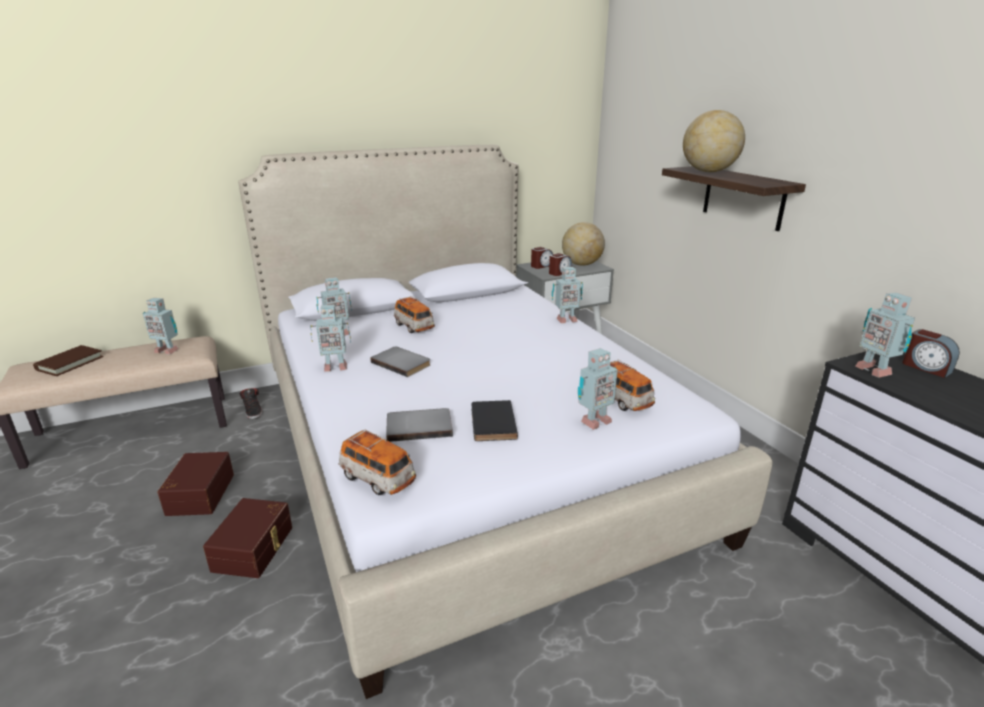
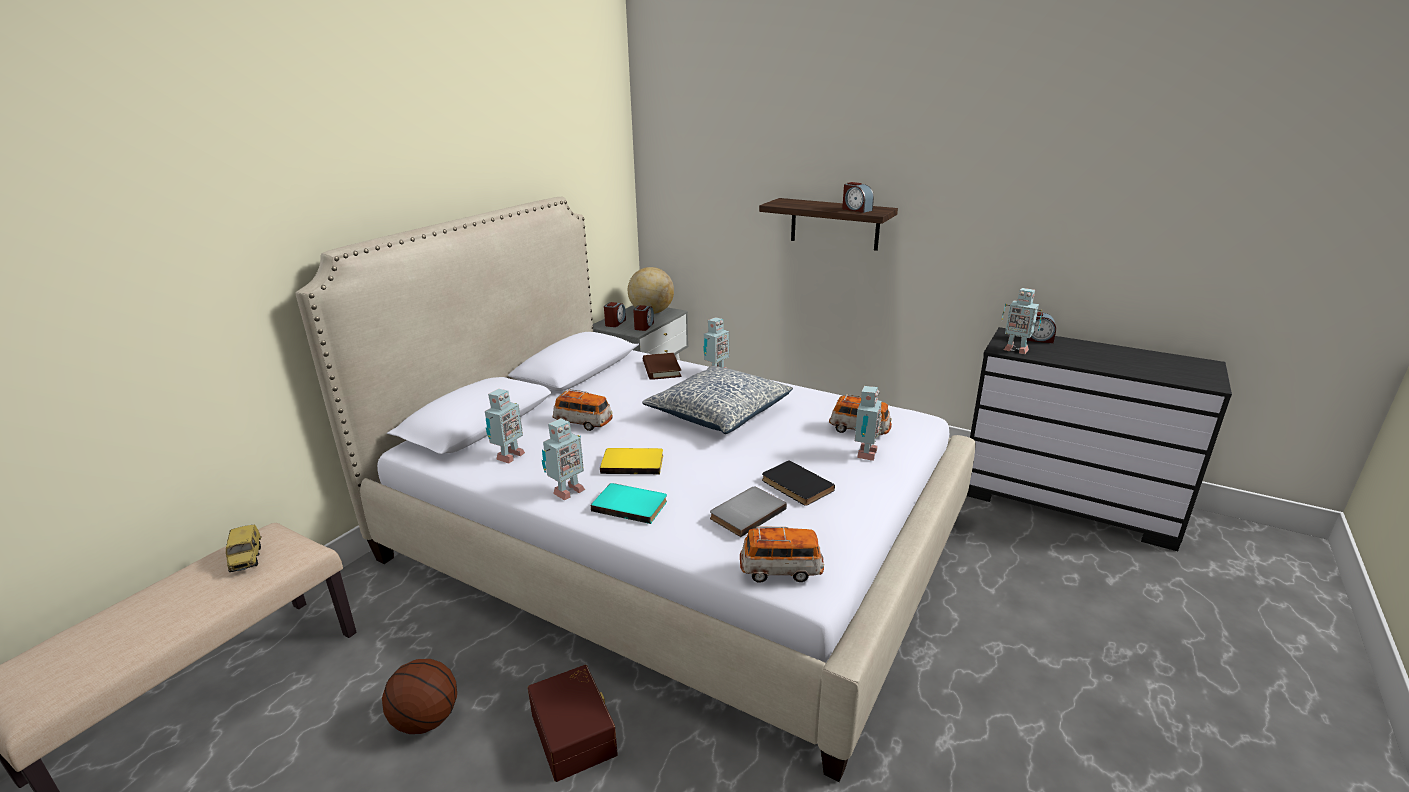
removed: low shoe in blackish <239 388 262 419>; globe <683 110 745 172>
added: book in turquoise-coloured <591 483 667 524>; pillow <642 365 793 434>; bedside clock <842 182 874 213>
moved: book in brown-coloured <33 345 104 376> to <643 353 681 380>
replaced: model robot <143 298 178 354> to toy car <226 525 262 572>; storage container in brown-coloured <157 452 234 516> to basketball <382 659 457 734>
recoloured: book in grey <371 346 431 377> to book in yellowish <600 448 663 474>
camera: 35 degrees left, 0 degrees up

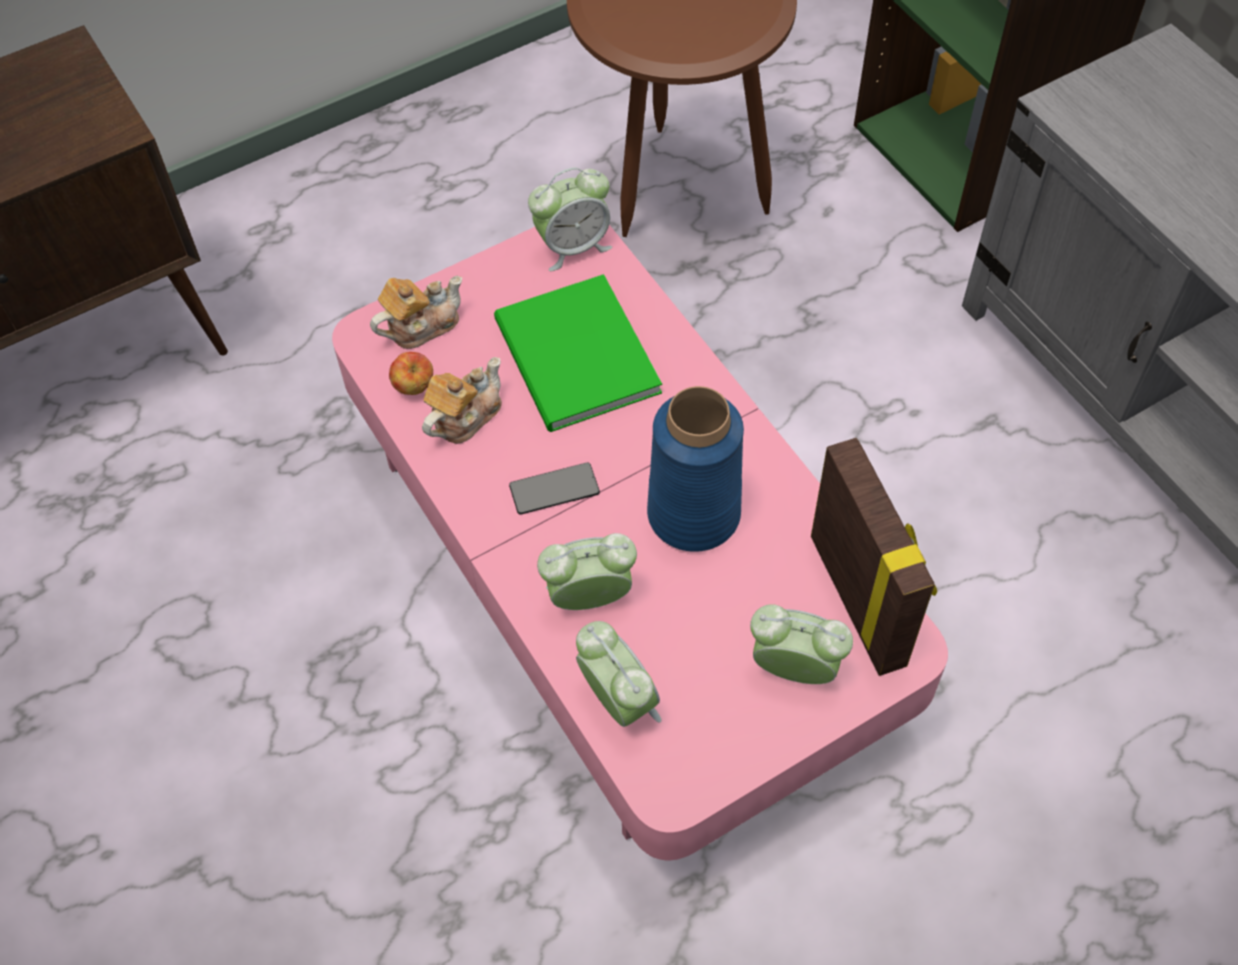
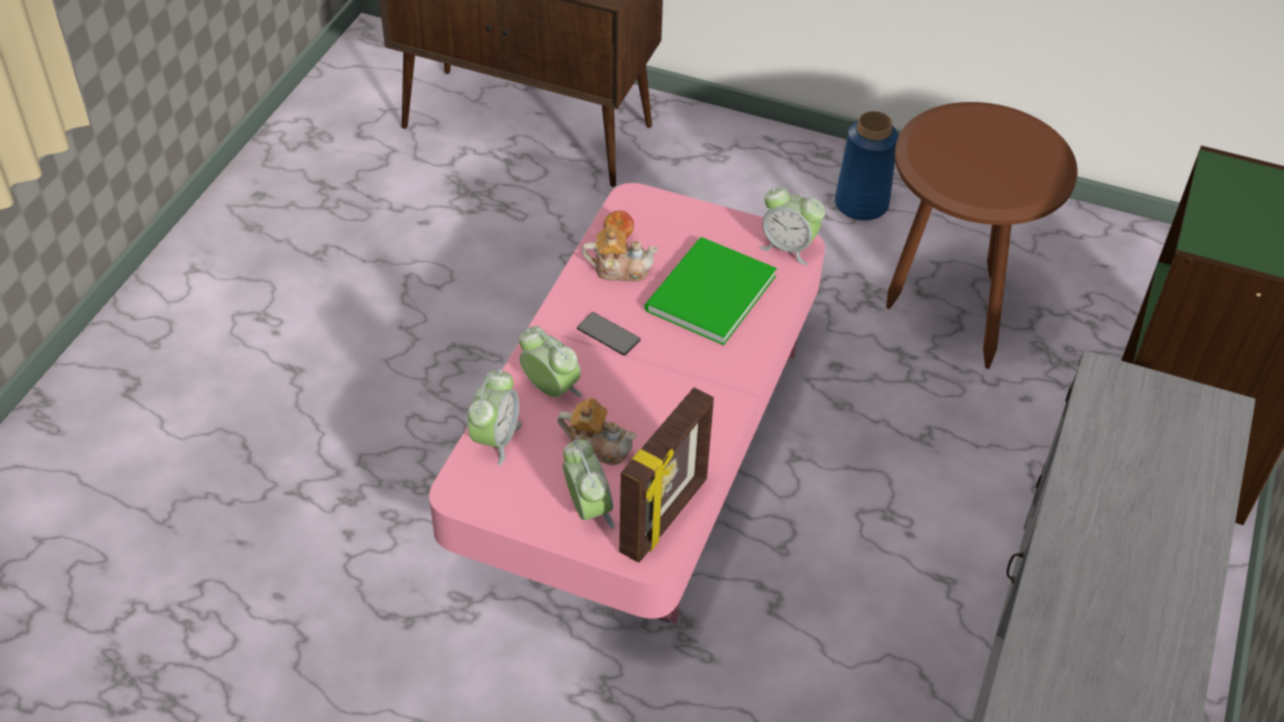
moved: teapot <370 276 462 349> to <557 398 637 465>; decorative vase in blue <647 386 744 552> to <835 111 899 221>
camera: 50 degrees right, 10 degrees down

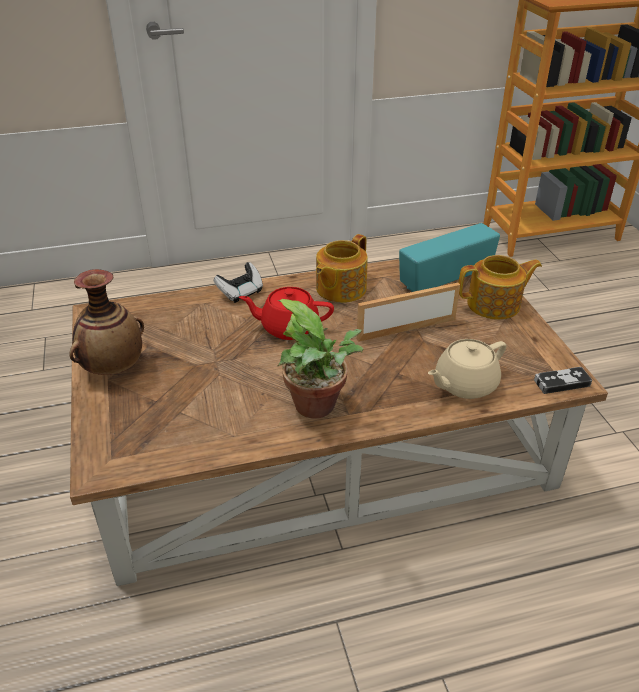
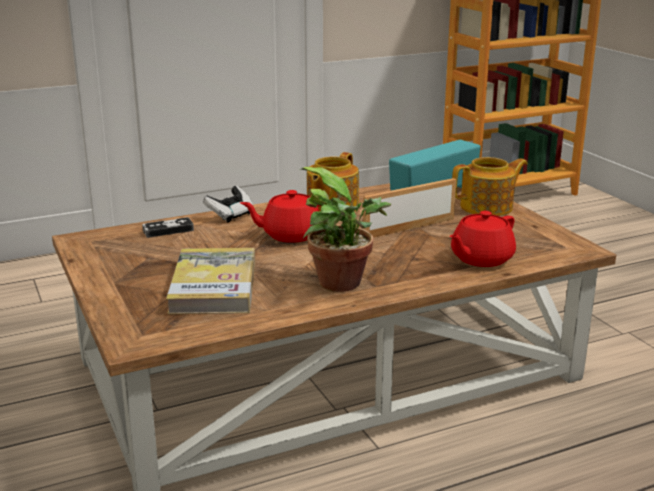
removed: decorative vase <69 269 144 375>
added: book <166 248 255 314>
moved: joypad <534 367 592 394> to <142 217 194 238>
recoloured: teapot in beige <428 339 506 399> to teapot in red-coloured <450 211 516 267>
camera: 10 degrees left, 15 degrees down

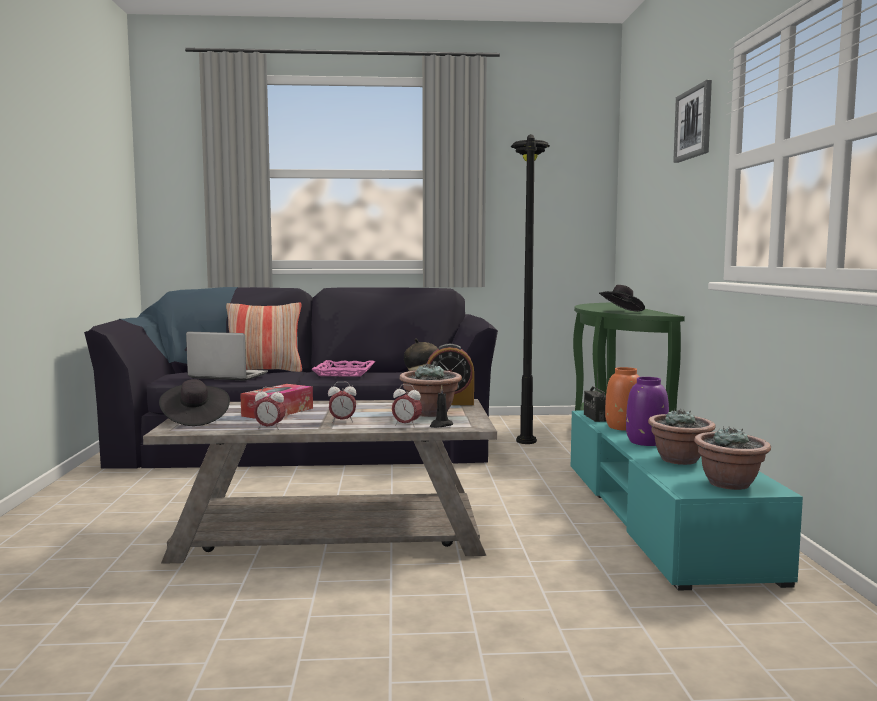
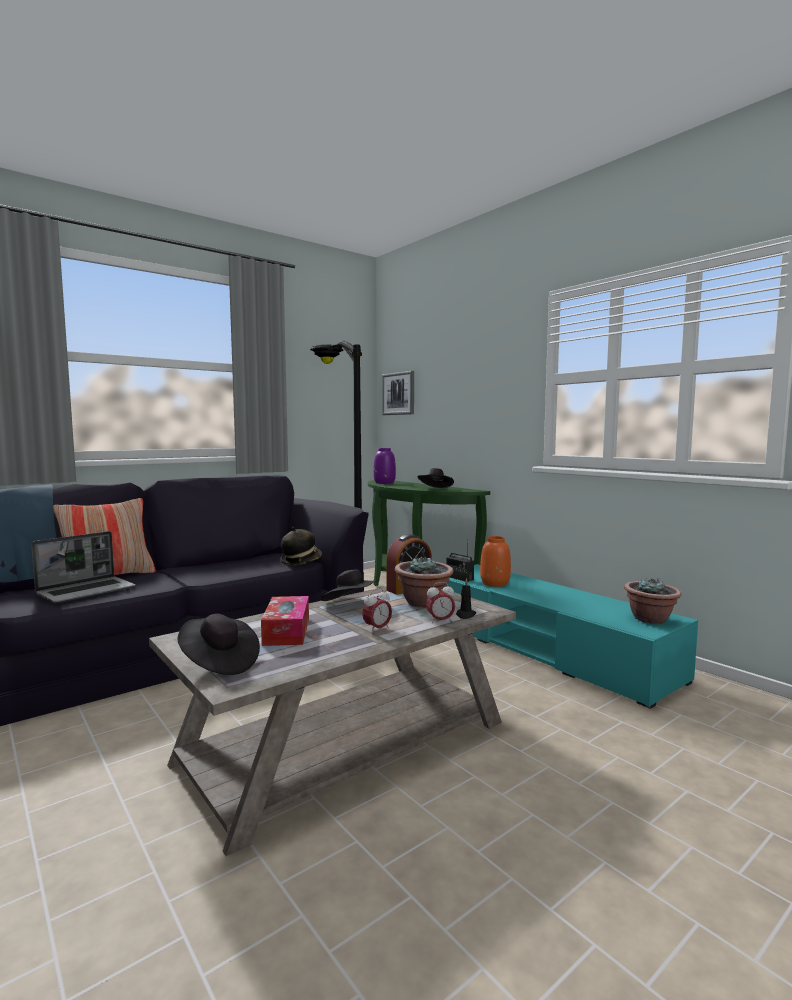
removed: bedside clock <254 387 286 430>; tray in pinkish <312 360 375 377>; potted plant <648 408 716 465>
added: wearable hat in blackish <321 570 378 601>
moved: decorative vase in purple <626 377 669 446> to <373 448 396 484>; picture <673 80 712 163> to <382 371 414 415>
turned: laptop <186 331 268 381> = <31 531 135 603> 150 degrees clockwise
camera: 35 degrees left, 0 degrees up

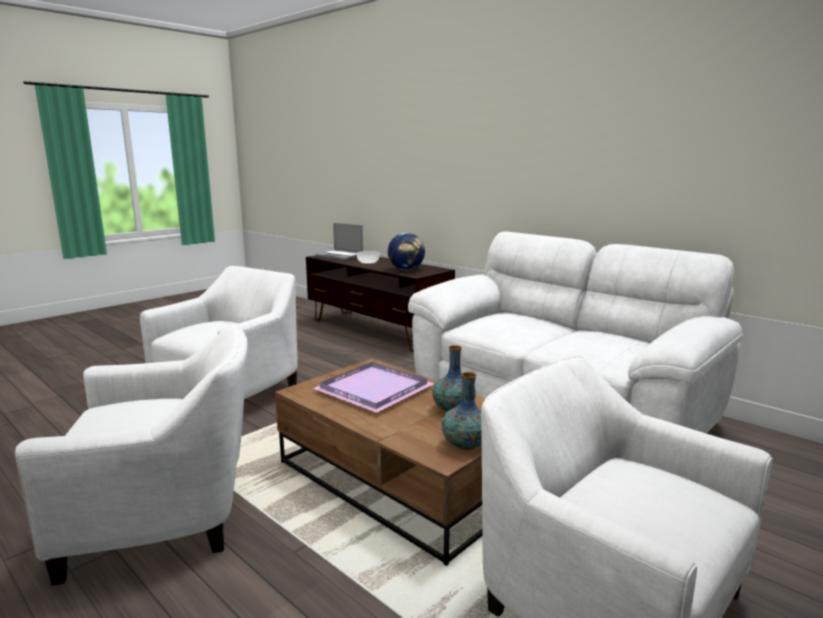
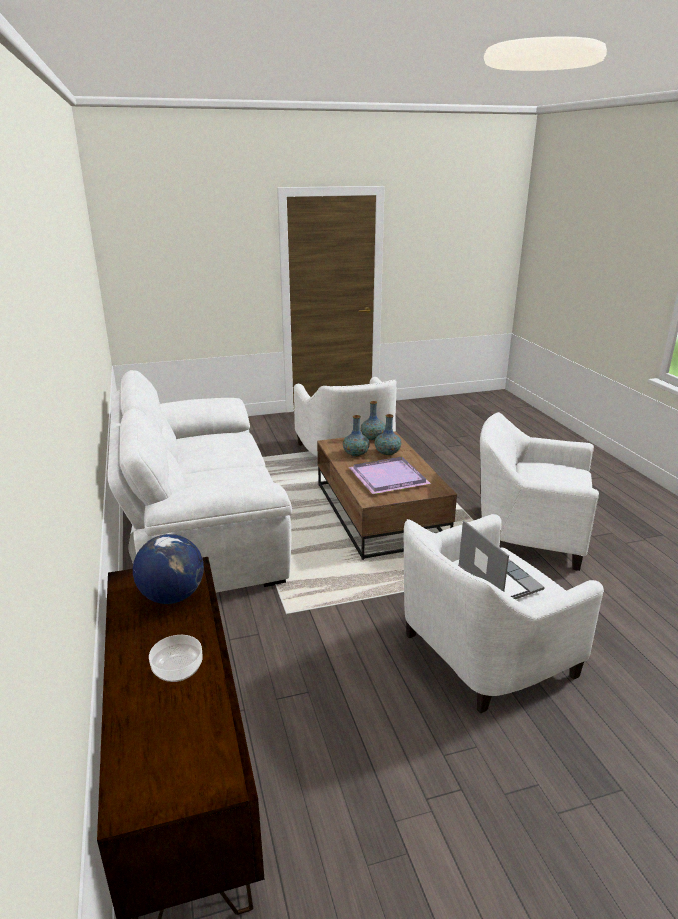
added: decorative vase <374 414 401 456>
moved: laptop <315 223 363 260> to <458 520 545 599>
camera: 150 degrees left, 10 degrees up

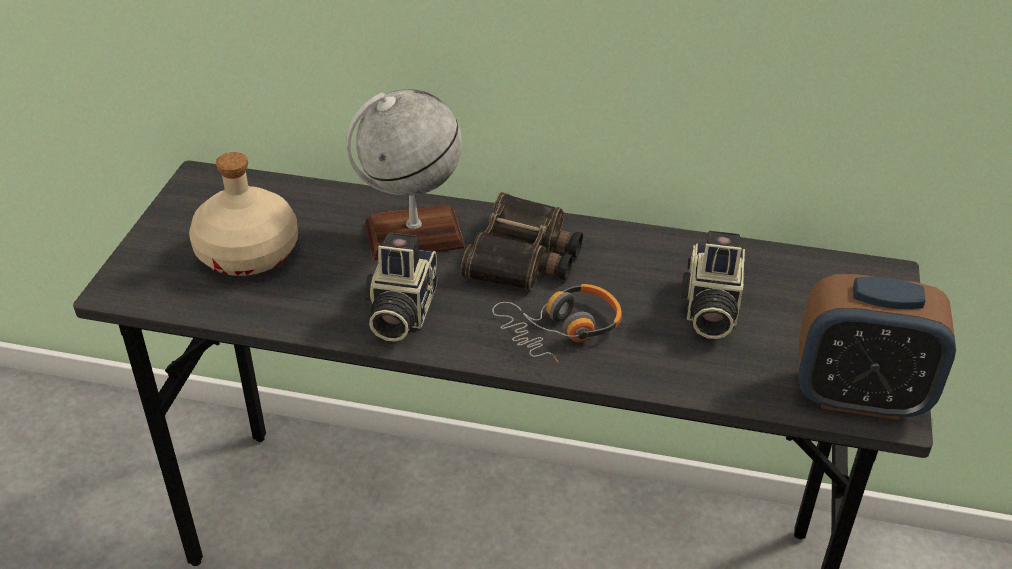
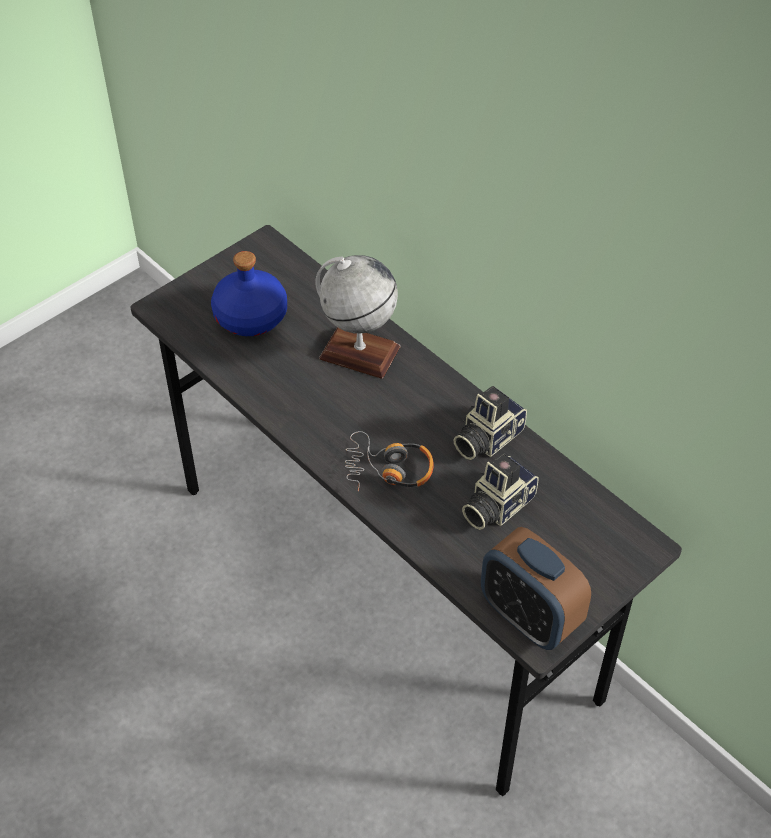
removed: field glasses <461 192 583 290>
moved: photo camera <364 232 437 342> to <454 386 527 460>
recoloured: bottle in beige <189 152 298 276> to bottle in blue <211 251 287 336>
camera: 35 degrees right, 10 degrees up

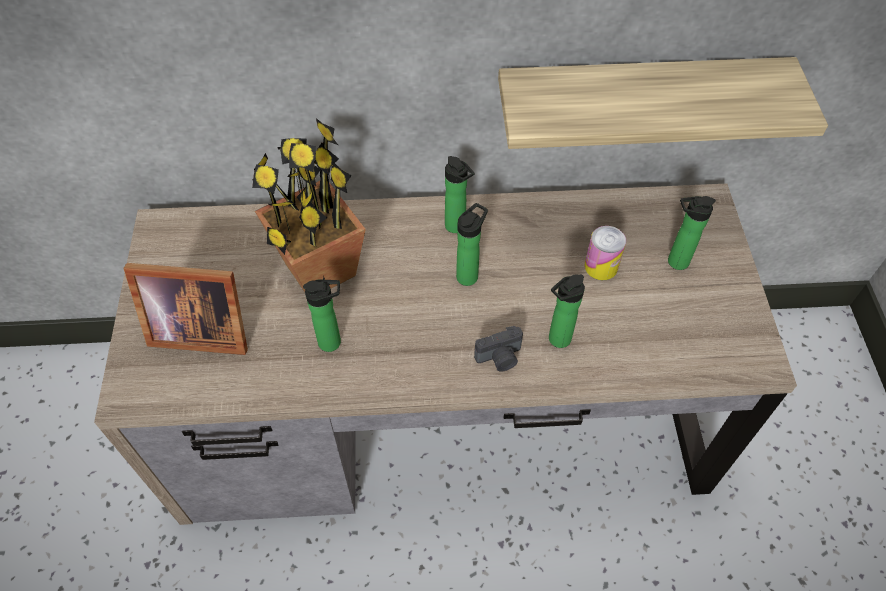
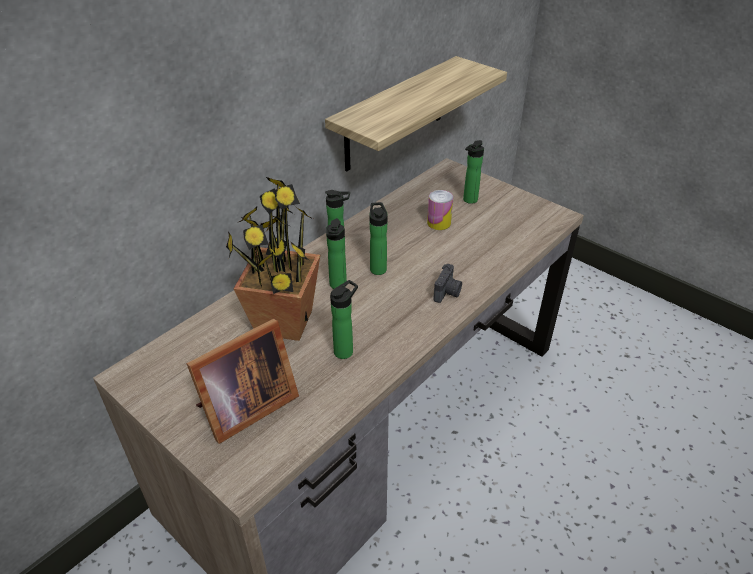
moved: bottle <549 274 585 348> to <326 218 347 289>
camera: 45 degrees left, 15 degrees down

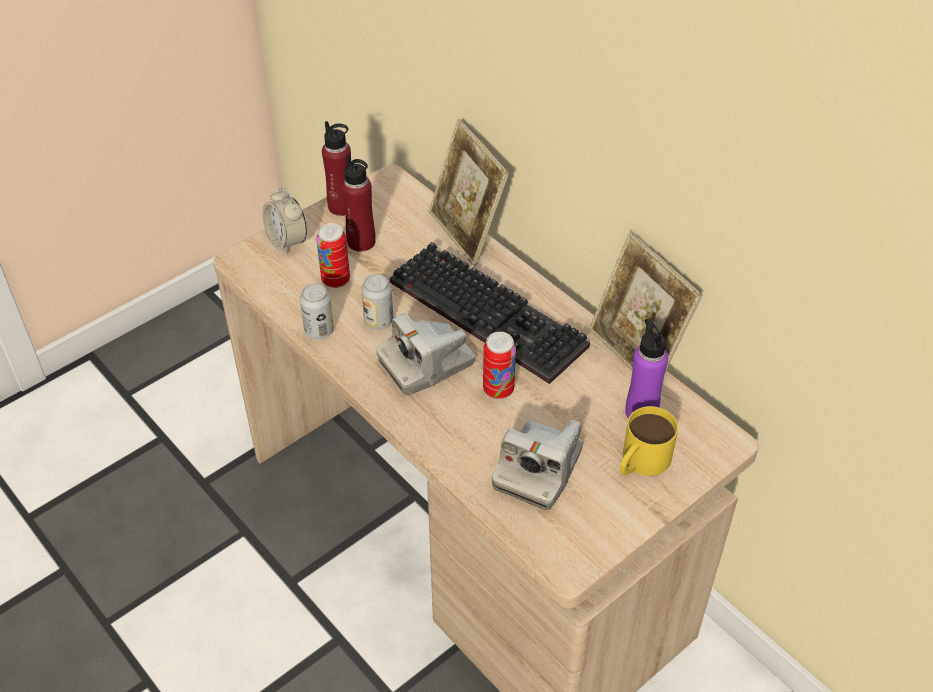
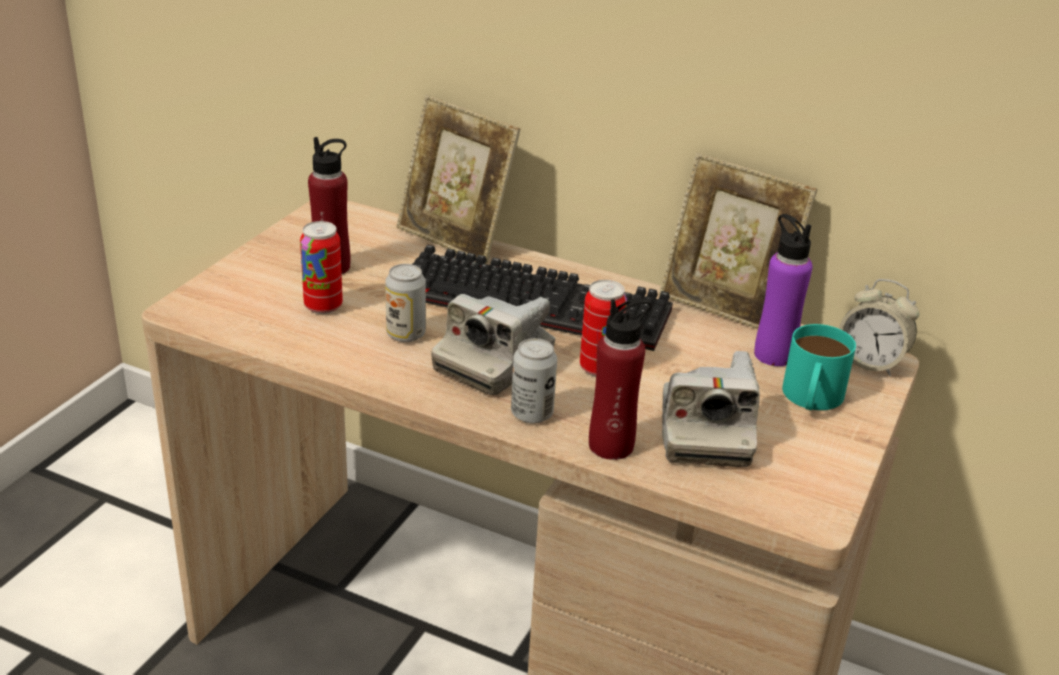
moved: bedside clock <263 187 307 254> to <839 279 919 377>; can <300 284 334 339> to <511 338 557 423>; bottle in red-coloured <322 121 351 216> to <589 298 652 460>
recoloured: coffee mug in yellowish <620 406 678 476> to coffee mug in turquoise-coloured <782 324 856 410>
camera: 25 degrees left, 15 degrees down

